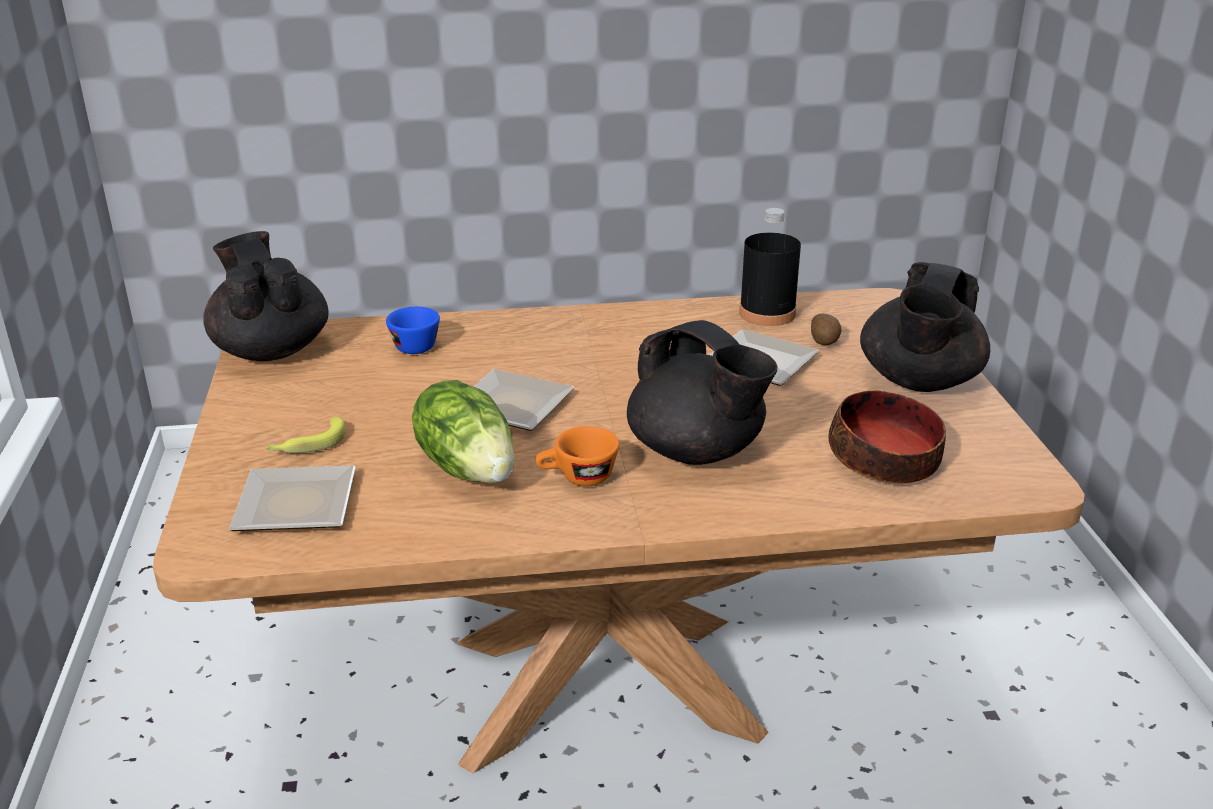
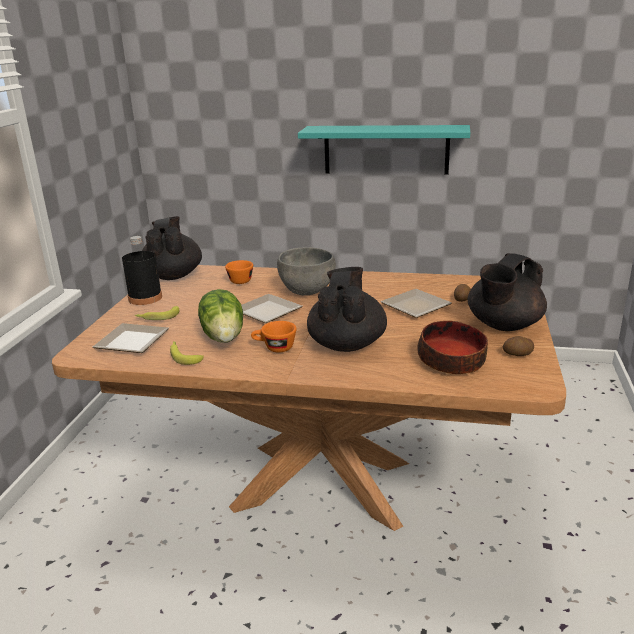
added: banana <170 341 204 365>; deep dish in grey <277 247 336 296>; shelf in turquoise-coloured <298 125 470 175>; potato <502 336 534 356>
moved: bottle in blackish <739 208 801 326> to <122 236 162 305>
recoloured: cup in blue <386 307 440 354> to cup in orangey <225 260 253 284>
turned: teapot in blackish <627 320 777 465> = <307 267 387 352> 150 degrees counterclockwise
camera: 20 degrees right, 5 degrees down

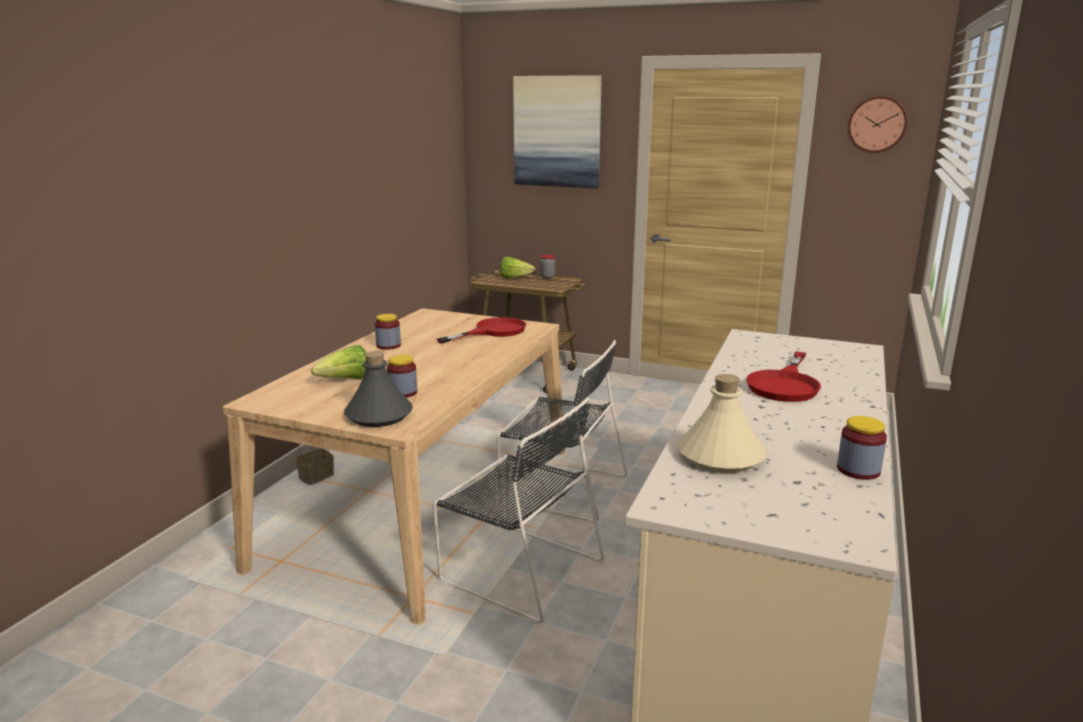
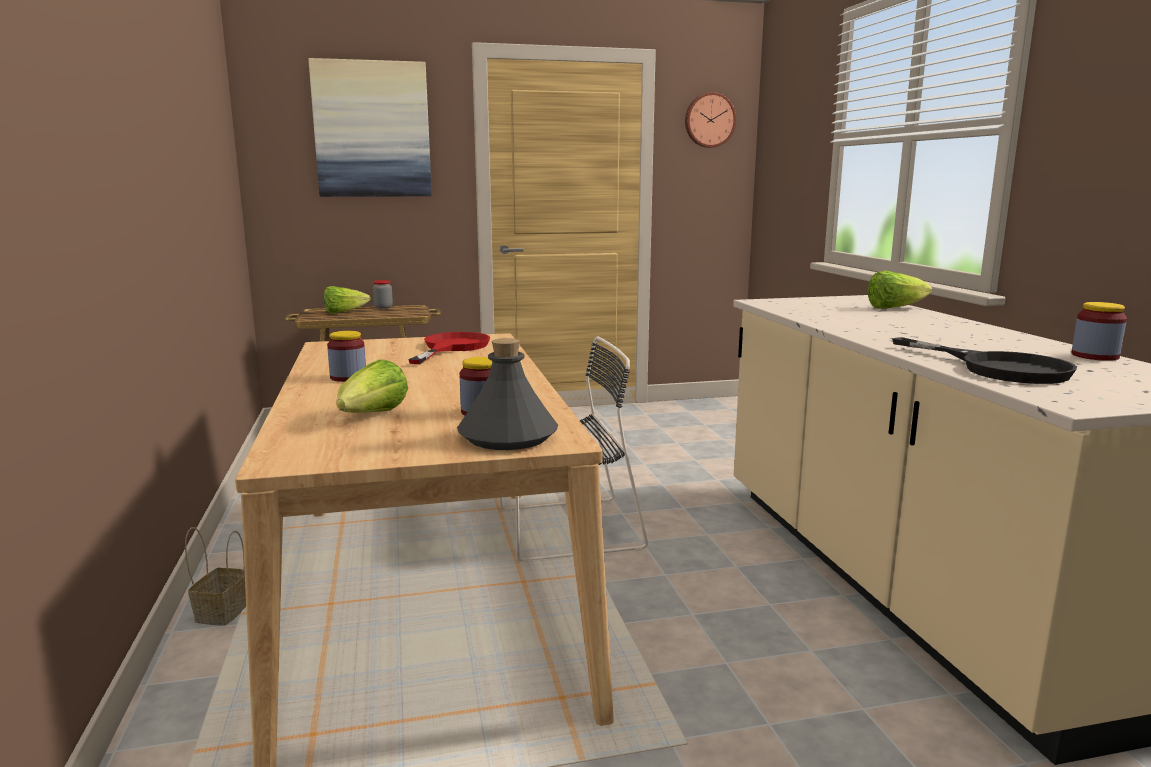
removed: upright chair in blackish <433 398 604 623>; skillet in red-coloured <746 351 821 402>
added: head of lettuce <868 271 932 309>
replaced: bottle in beige <677 374 766 473> to skillet in blackish <892 337 1077 384>
camera: 35 degrees left, 5 degrees down

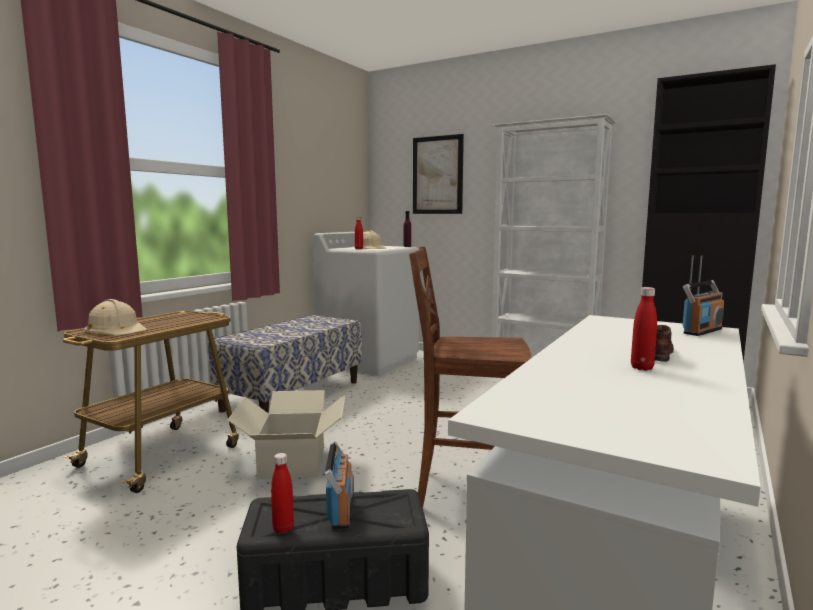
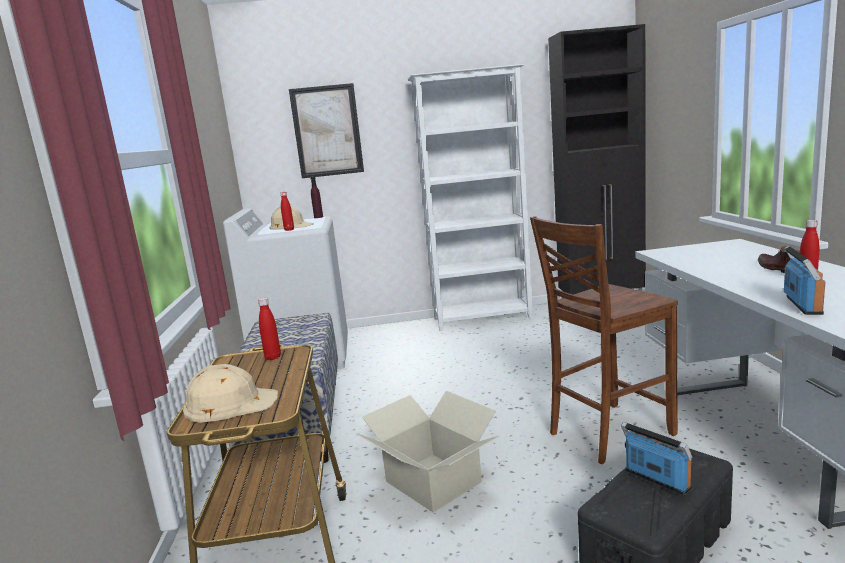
moved: bottle in red-coloured <271 453 294 533> to <258 298 281 360>; radio receiver <683 280 724 336> to <784 246 825 315>
camera: 35 degrees left, 5 degrees up

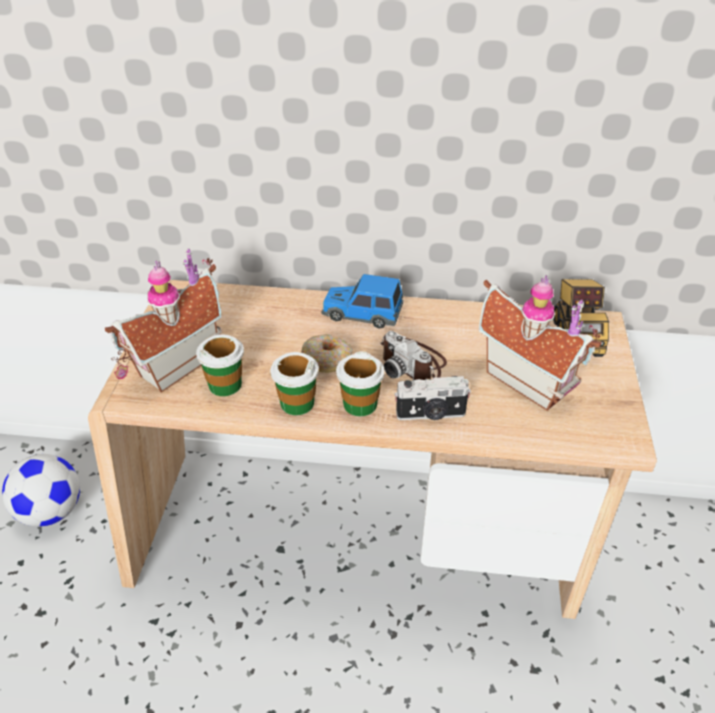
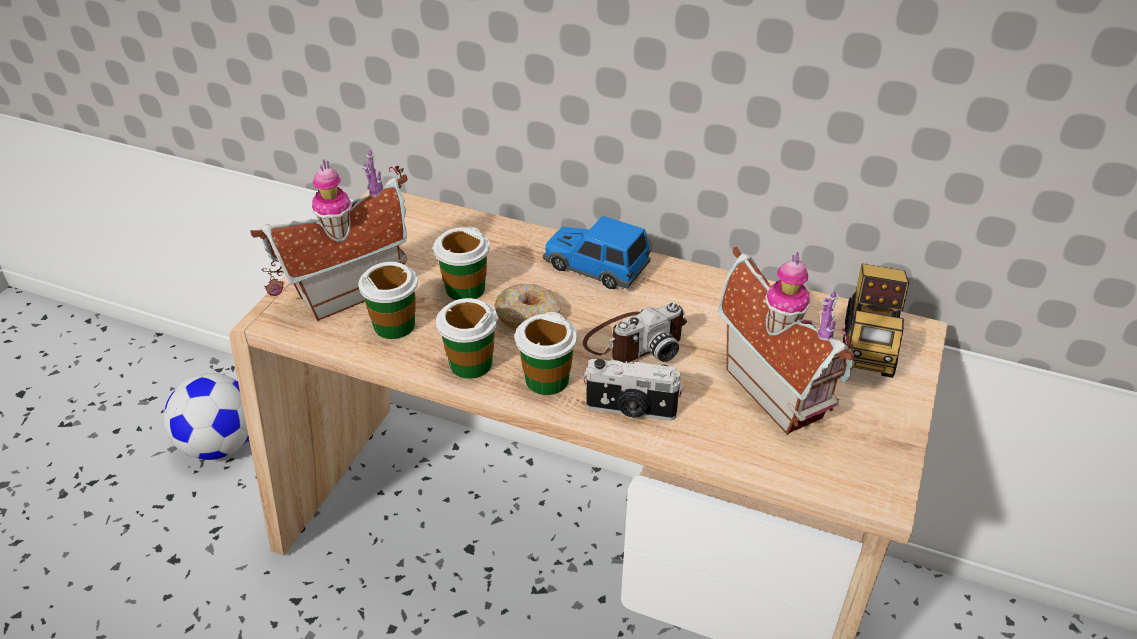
added: cup <433 226 490 300>
turned: photo camera <381 331 447 380> = <583 302 687 363> 90 degrees counterclockwise
camera: 15 degrees right, 0 degrees up

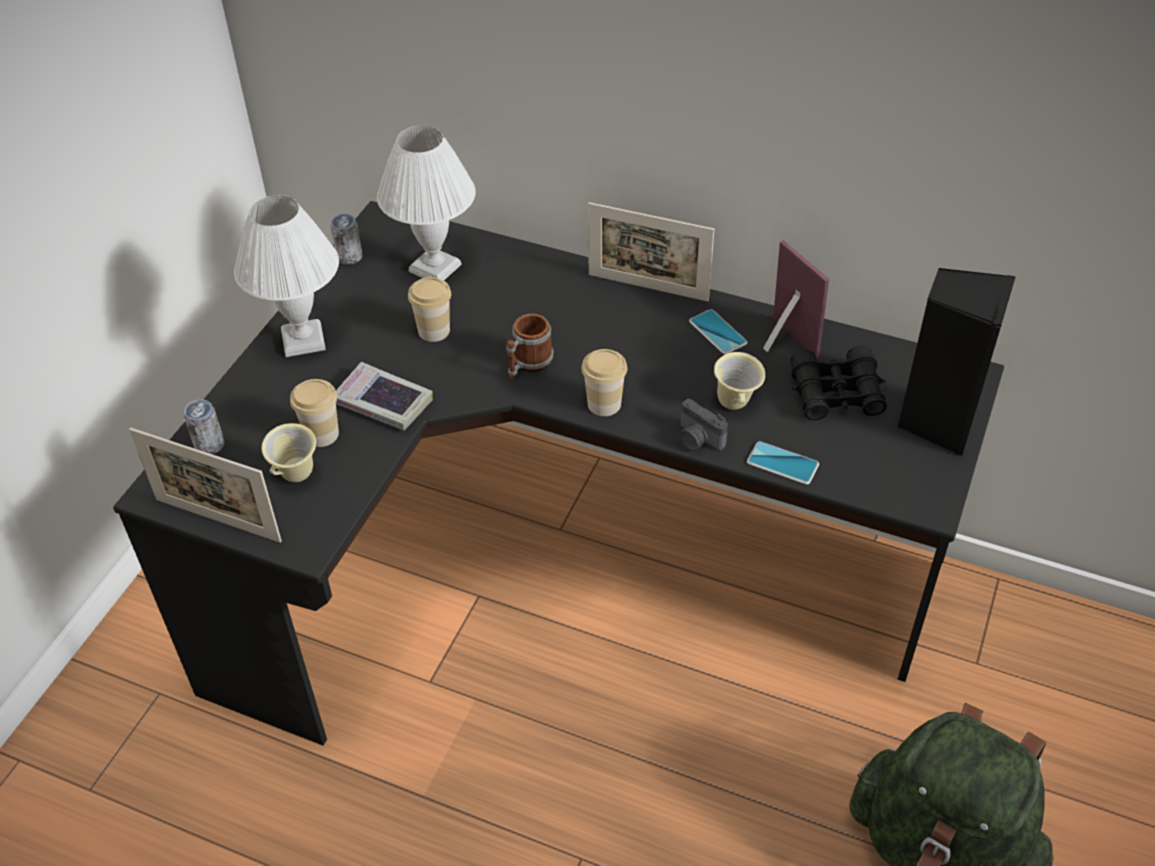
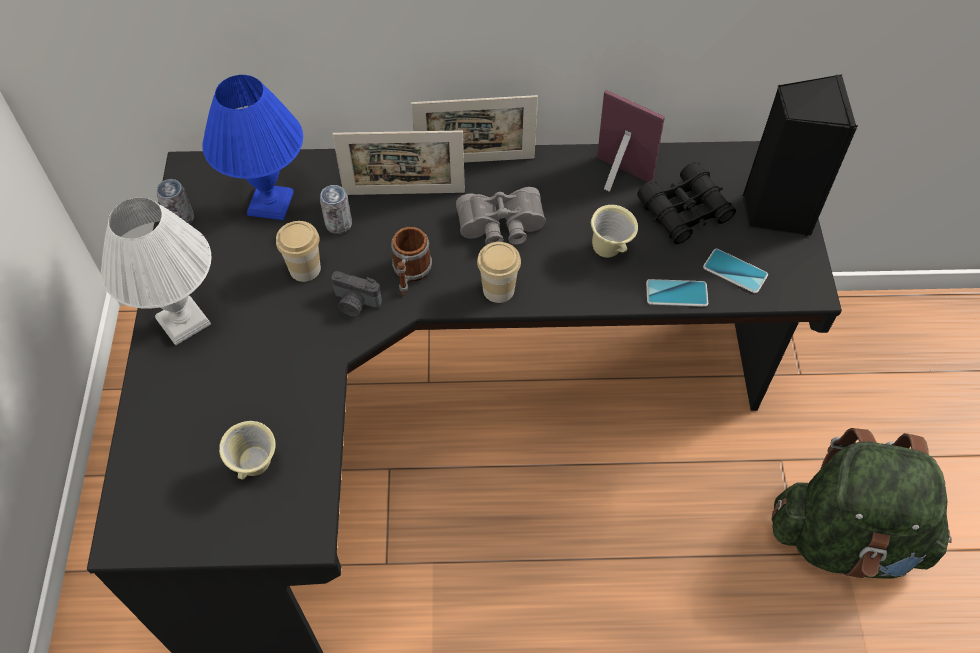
removed: cup <290 379 339 447>; book <336 362 433 430>
added: field glasses in grey <456 187 546 245>
moved: picture frame <129 428 282 543> to <332 130 465 195>; can <184 400 225 455> to <320 185 352 234>; photo camera <679 399 728 451> to <331 271 382 317>; phone <689 309 747 354> to <703 249 768 293>
recoloured: tabletop lamp in whitish <377 125 476 280> to tabletop lamp in blue <202 75 303 220>
camera: 25 degrees left, 10 degrees up

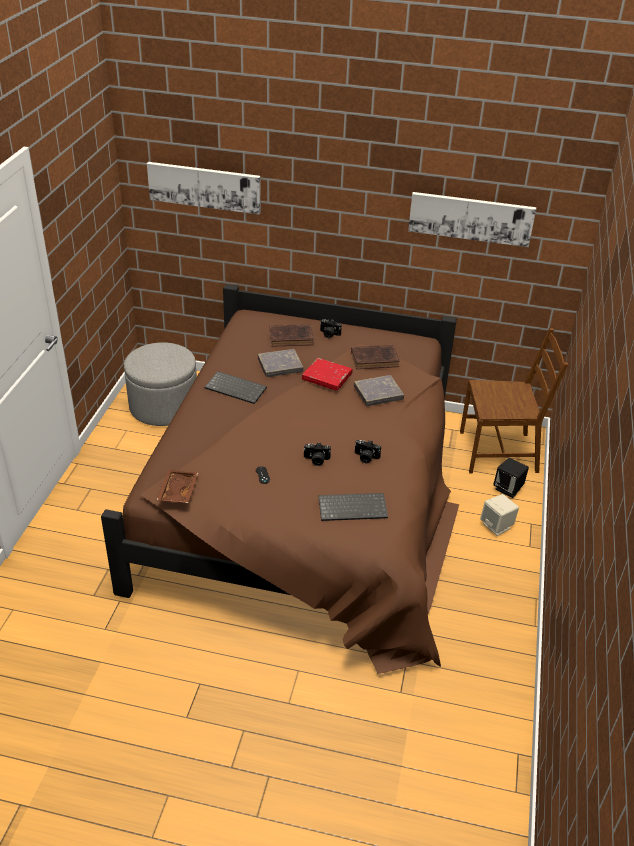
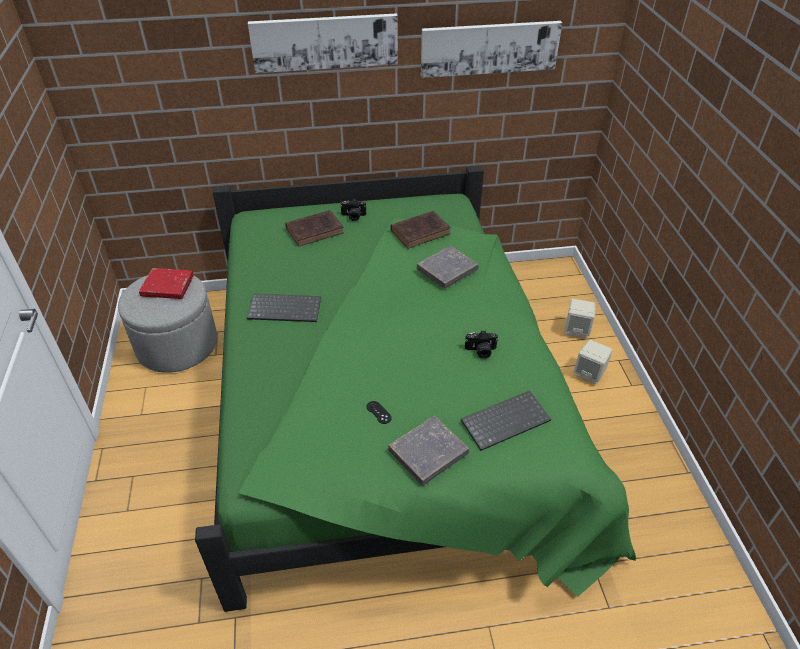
removed: tray in brown-coloured <157 470 198 503>; photo camera <304 442 331 466>; upright chair in brown-coloured <460 328 568 474>
moved: picture <147 162 261 215> to <248 13 398 73>; book in grey <258 349 304 377> to <388 416 469 486>; book in red-coloured <302 358 353 391> to <139 268 194 299>
recoloured: sleeping bed in brown-coloured <101 284 459 674> to sleeping bed in green-coloured <195 166 636 612>; speaker in blackish <493 458 529 498> to speaker in beige <565 299 595 338>
camera: 20 degrees left, 5 degrees up

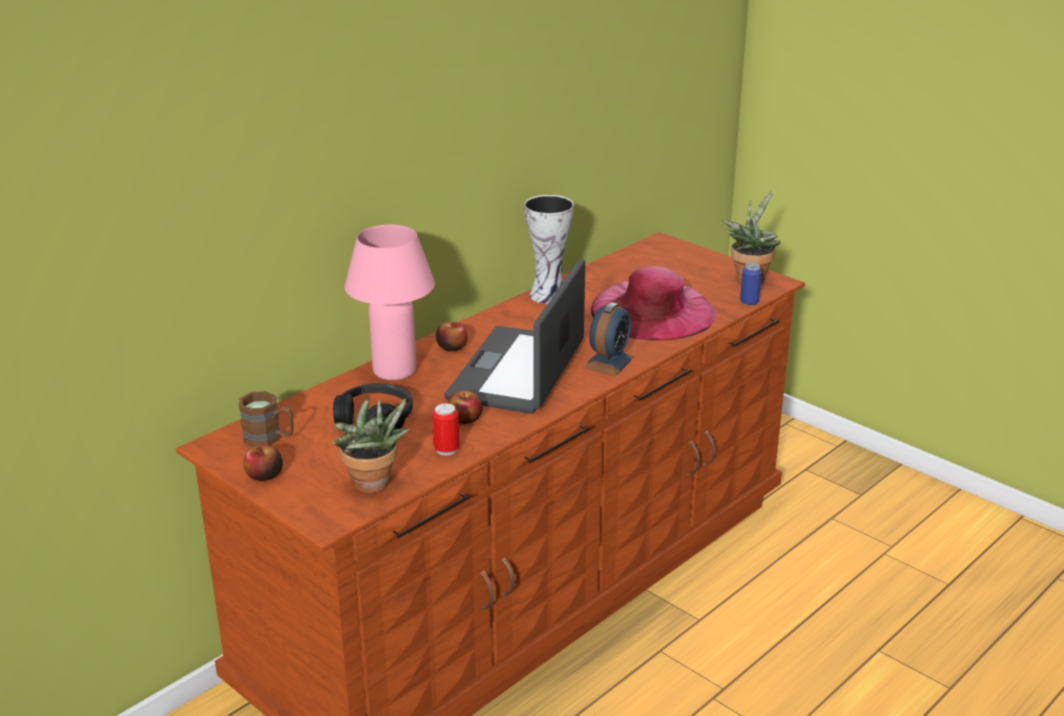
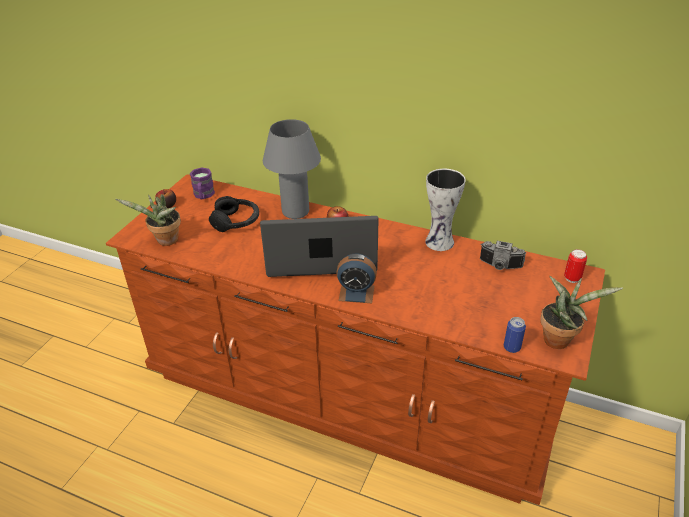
removed: apple <448 390 483 424>; wearable hat in pinkish <591 266 716 341>
added: photo camera <480 241 527 270>
moved: can <432 403 459 456> to <564 249 587 283>
recoloured: coffee mug in brown-coloured <239 391 294 447> to coffee mug in purple <190 167 215 200>; tabletop lamp in pinkish <344 225 435 380> to tabletop lamp in grey <263 119 321 219>
camera: 70 degrees right, 10 degrees up

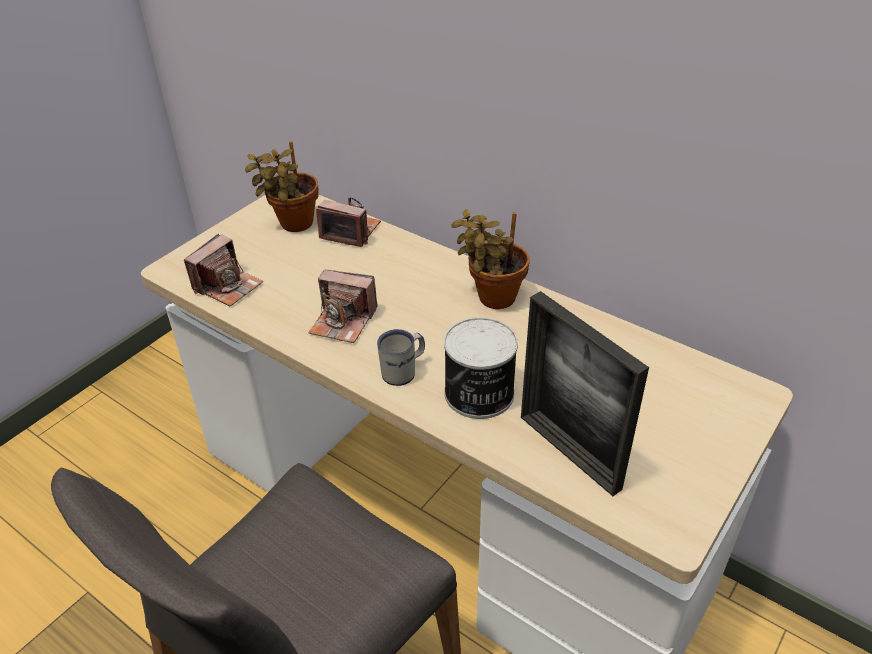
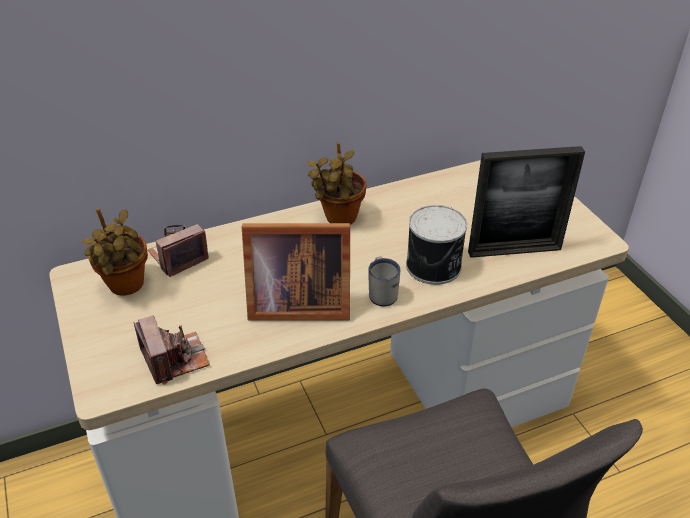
replaced: photo camera <308 270 378 343> to picture frame <242 223 350 321>
camera: 60 degrees left, 0 degrees up

